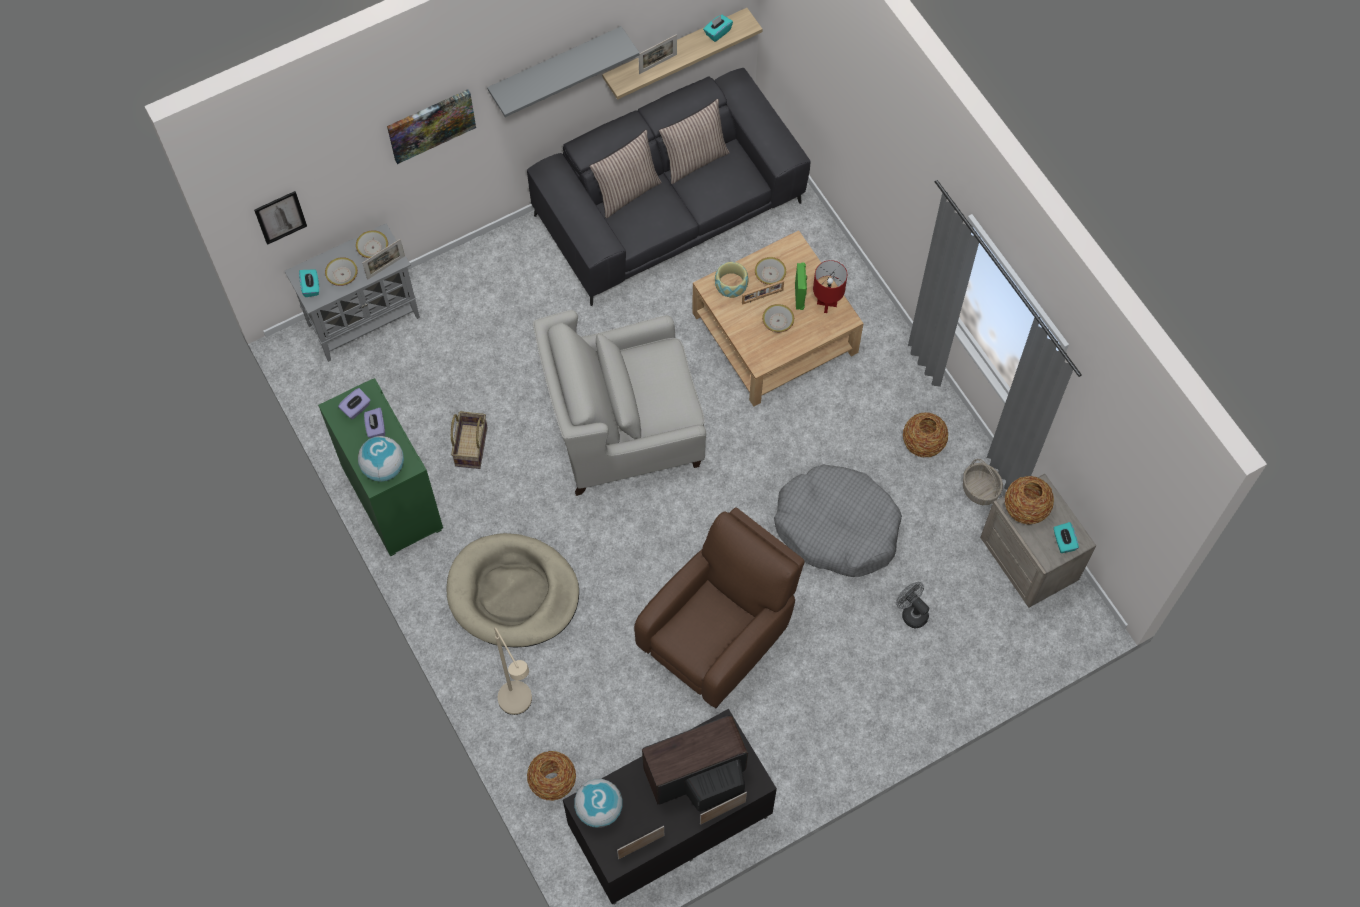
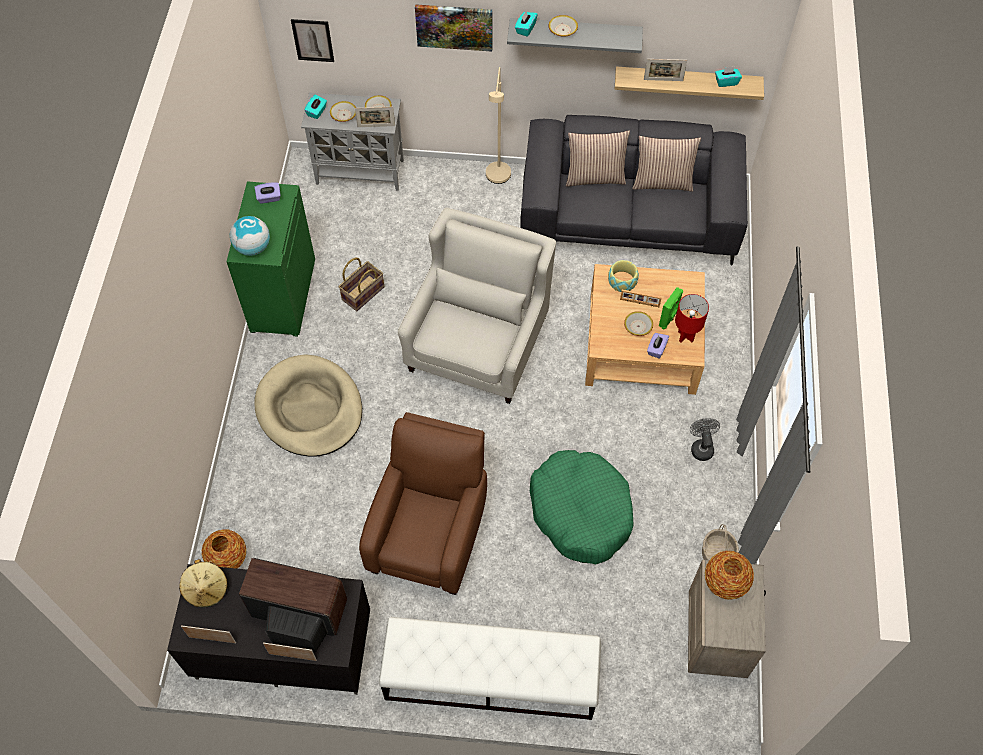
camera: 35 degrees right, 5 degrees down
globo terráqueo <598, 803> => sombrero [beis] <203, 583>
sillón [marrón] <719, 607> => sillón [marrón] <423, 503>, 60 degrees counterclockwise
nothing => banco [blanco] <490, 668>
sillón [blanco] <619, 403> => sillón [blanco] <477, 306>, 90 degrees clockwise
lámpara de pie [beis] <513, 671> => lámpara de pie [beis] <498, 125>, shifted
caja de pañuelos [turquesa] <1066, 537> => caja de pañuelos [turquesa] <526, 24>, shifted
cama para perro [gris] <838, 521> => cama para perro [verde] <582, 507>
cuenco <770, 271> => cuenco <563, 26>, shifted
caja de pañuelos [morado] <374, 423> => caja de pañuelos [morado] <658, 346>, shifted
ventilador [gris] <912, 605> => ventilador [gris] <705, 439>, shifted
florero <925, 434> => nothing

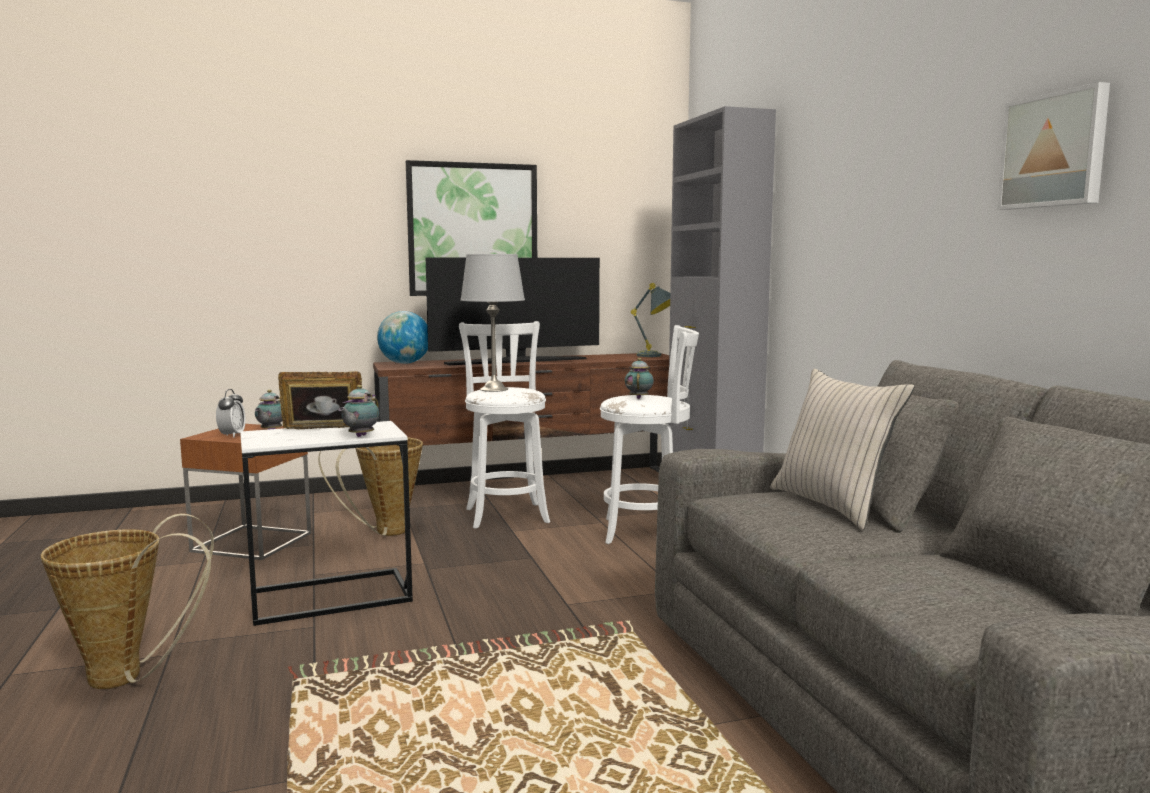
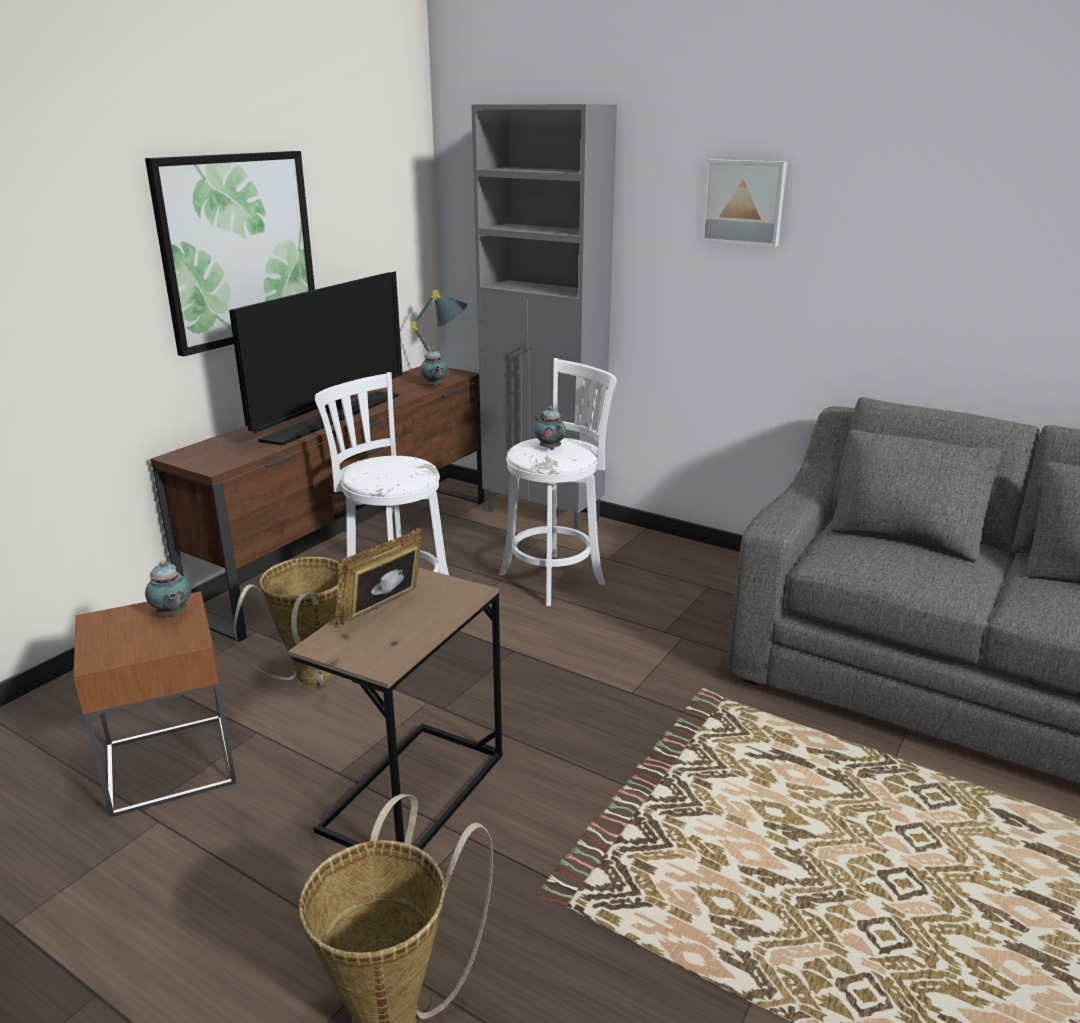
camera: 40 degrees left, 15 degrees up
mesa auxiliar [blanco] <326, 523> => mesa auxiliar [marrón] <395, 708>
tetera <358, 411> => tetera <434, 367>, shifted
cuadro <1053, 146> => cuadro <744, 203>, shifted
despertador <231, 413> => nothing
globo terráqueo <402, 337> => nothing
lámpara de mesa [gris] <492, 323> => nothing
cojín [beis] <842, 449> => nothing

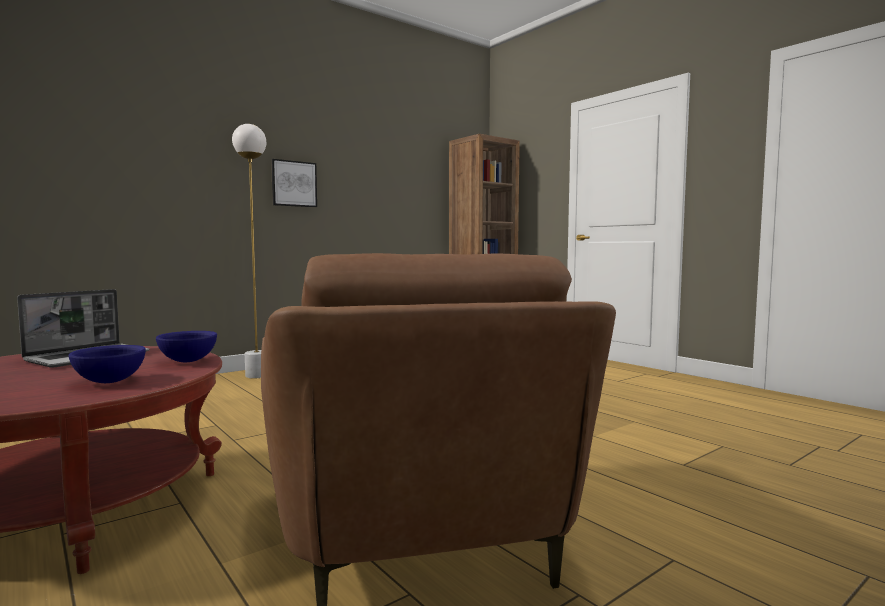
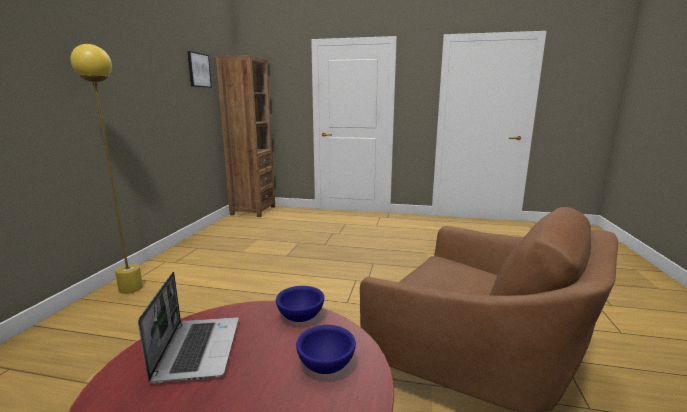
camera: 40 degrees left, 10 degrees up
lámpara de pie [blanco] <249, 251> => lámpara de pie [amarillo] <106, 169>
cuadro <294, 183> => cuadro <199, 69>, shifted

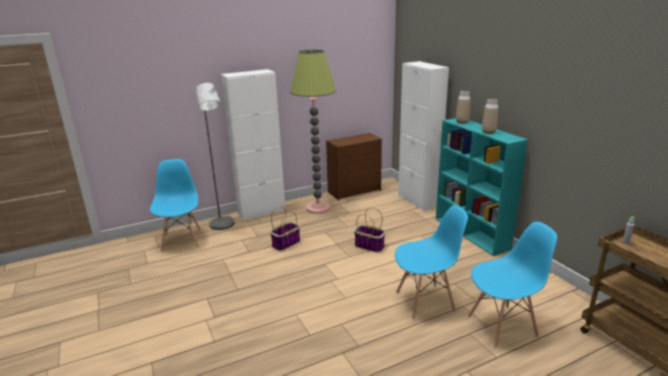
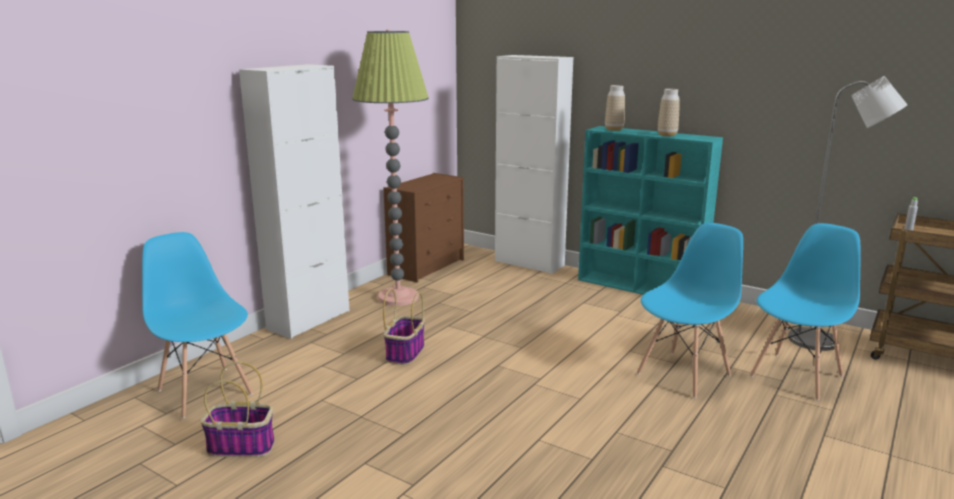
camera: 30 degrees left, 5 degrees down
cesta <369, 230> => cesta <238, 409>, shifted
lámpara de pie [gris] <215, 156> => lámpara de pie [gris] <847, 213>, shifted

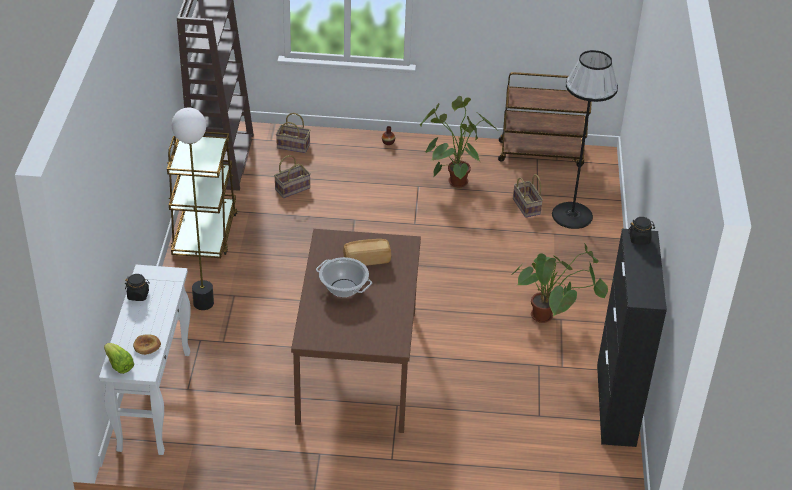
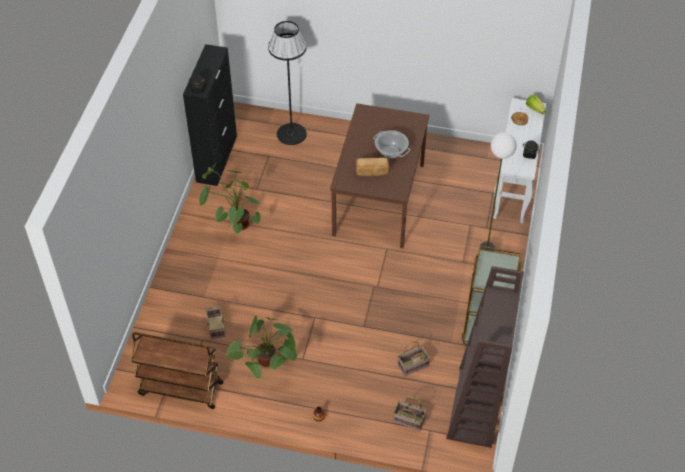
camera: 170 degrees left, 10 degrees up
lámpara de pie [negro] <585, 139> => lámpara de pie [negro] <287, 83>, shifted

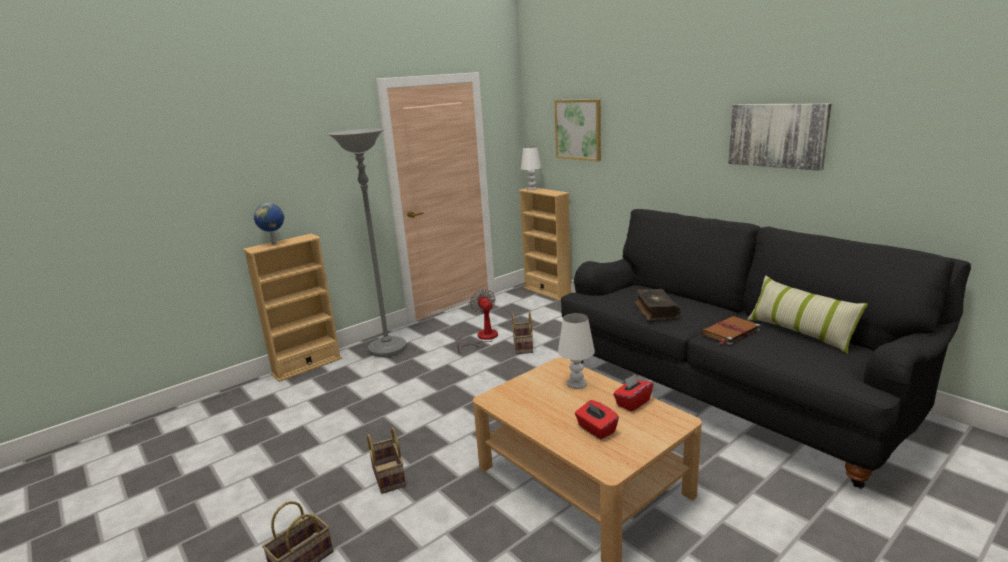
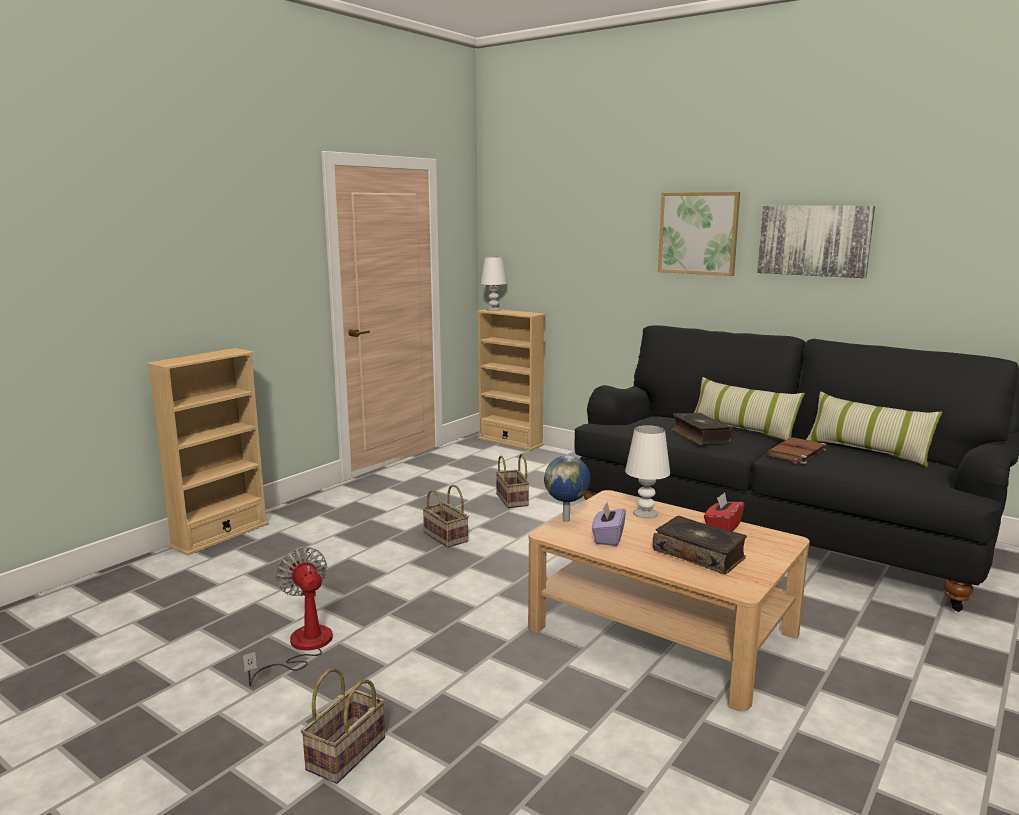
camera: 15 degrees left, 5 degrees down
ventilador <476, 320> => ventilador <288, 616>, shifted
cesta <386, 460> => cesta <446, 516>, shifted
globo terráqueo <269, 223> => globo terráqueo <567, 489>, shifted
nothing => caja de pañuelos [morado] <609, 524>
caja de pañuelos [rojo] <597, 419> => libro <700, 545>
cuadro <577, 130> => cuadro <699, 234>, shifted
nothing => cojín <749, 409>
lámpara de pie [gris] <367, 243> => nothing

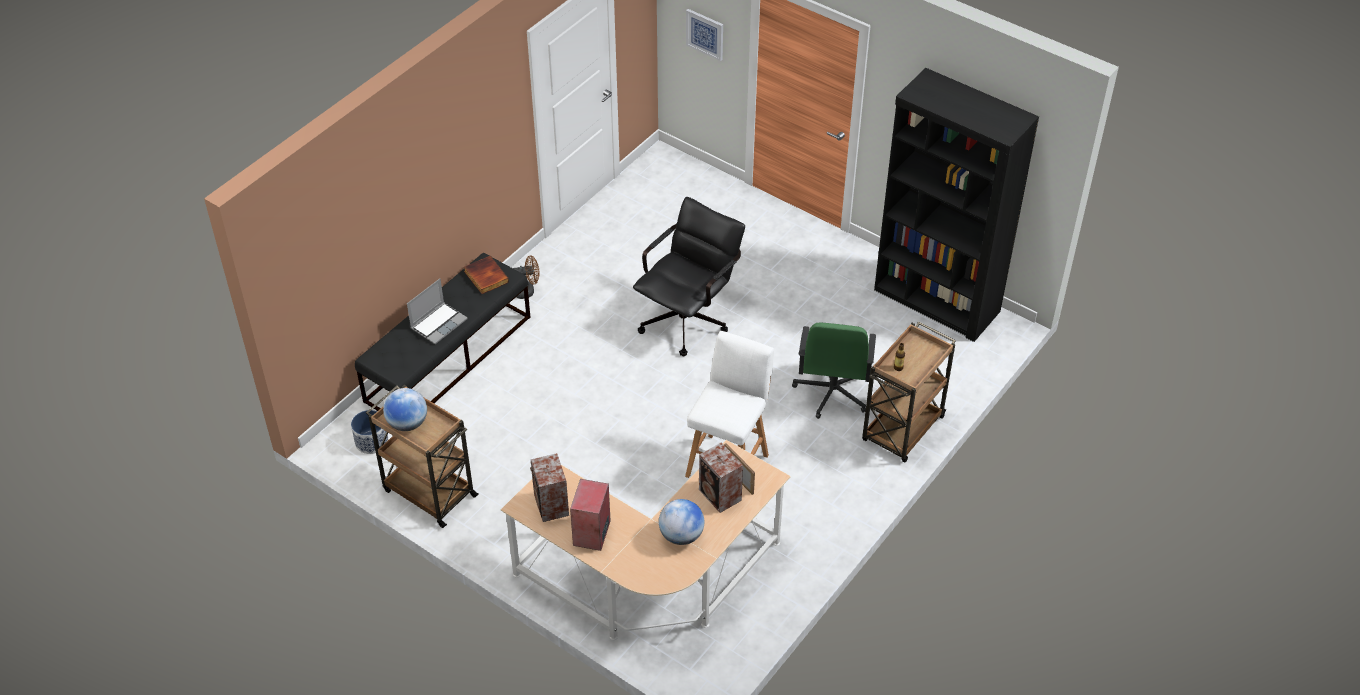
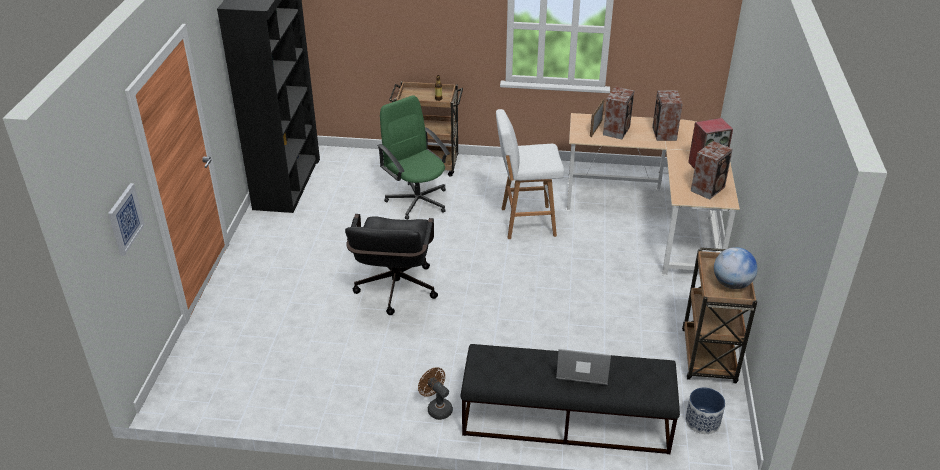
camera: 120 degrees left, 10 degrees down
silla de oficina [negro] <689, 276> => silla de oficina [negro] <391, 264>, 90 degrees counterclockwise
silla de oficina [verde] <834, 371> => silla de oficina [verde] <413, 157>, 105 degrees counterclockwise
globo terráqueo <681, 522> => altavoz <667, 115>
libro <486, 275> => nothing

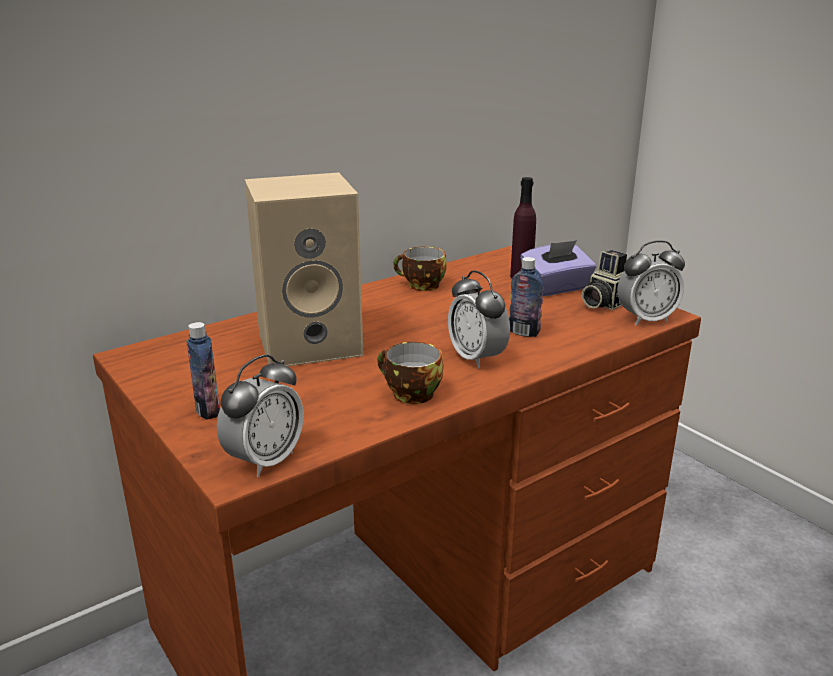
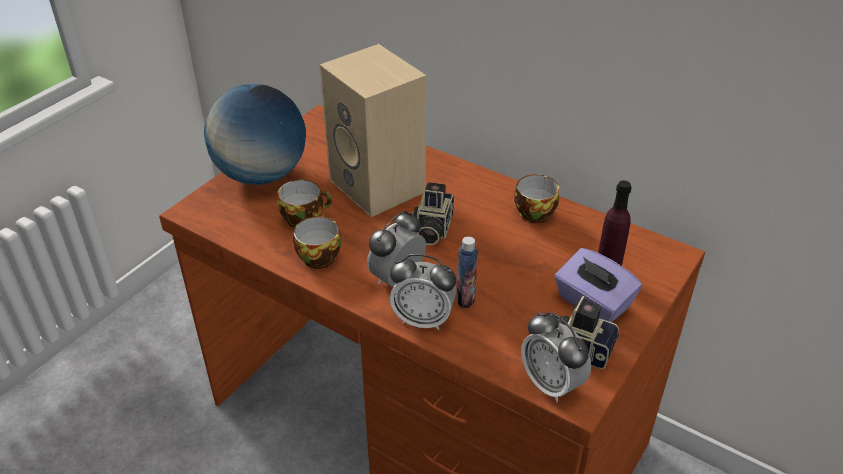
camera: 70 degrees right, 15 degrees up
botella <203, 371> => globo terráqueo <255, 134>
nothing => taza <304, 203>
despertador <260, 415> => despertador <423, 292>, shifted
nothing => cámara <434, 213>

